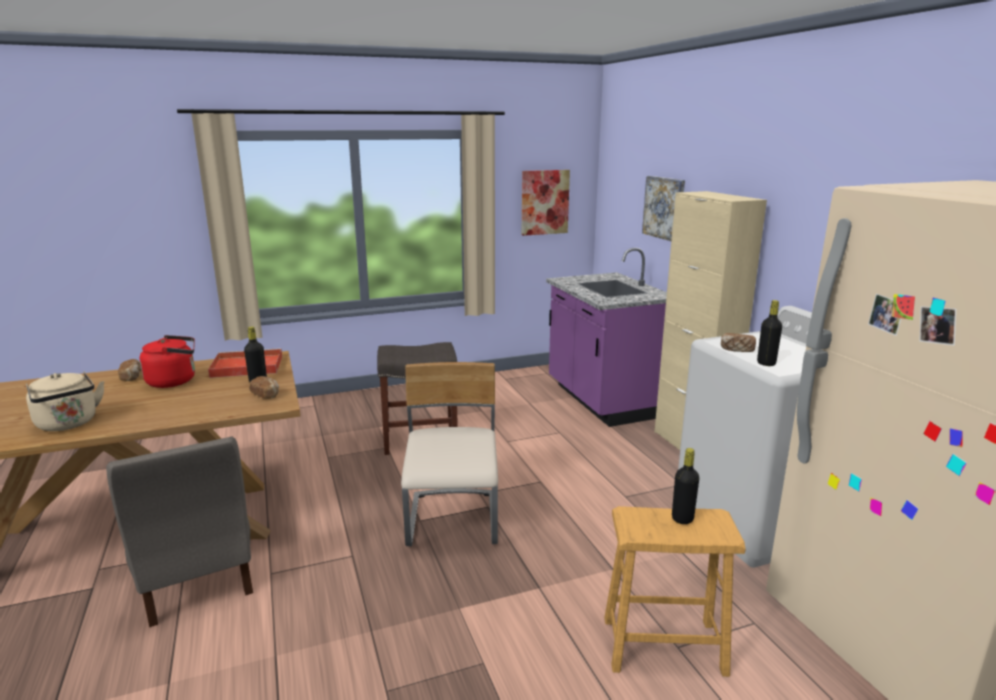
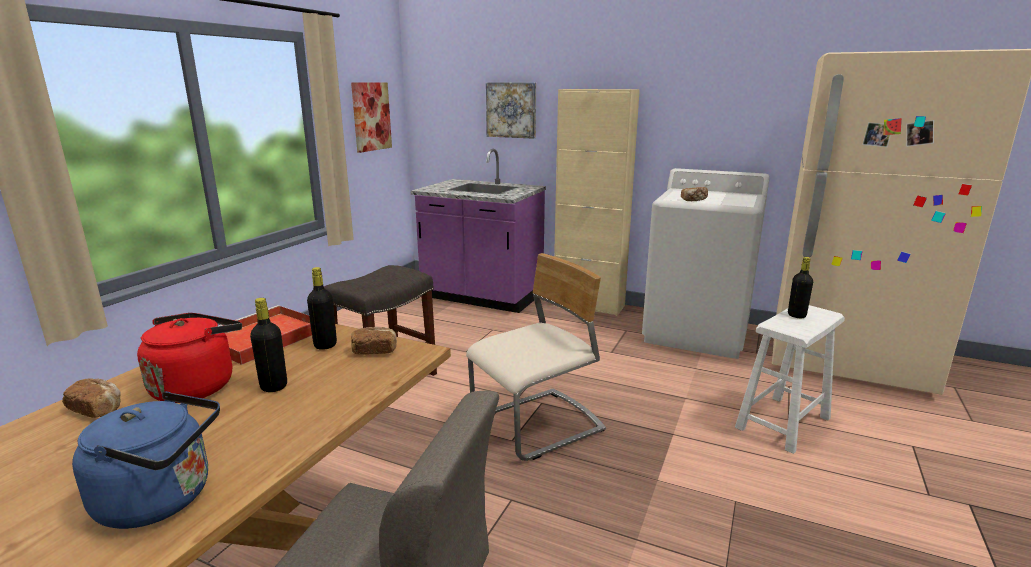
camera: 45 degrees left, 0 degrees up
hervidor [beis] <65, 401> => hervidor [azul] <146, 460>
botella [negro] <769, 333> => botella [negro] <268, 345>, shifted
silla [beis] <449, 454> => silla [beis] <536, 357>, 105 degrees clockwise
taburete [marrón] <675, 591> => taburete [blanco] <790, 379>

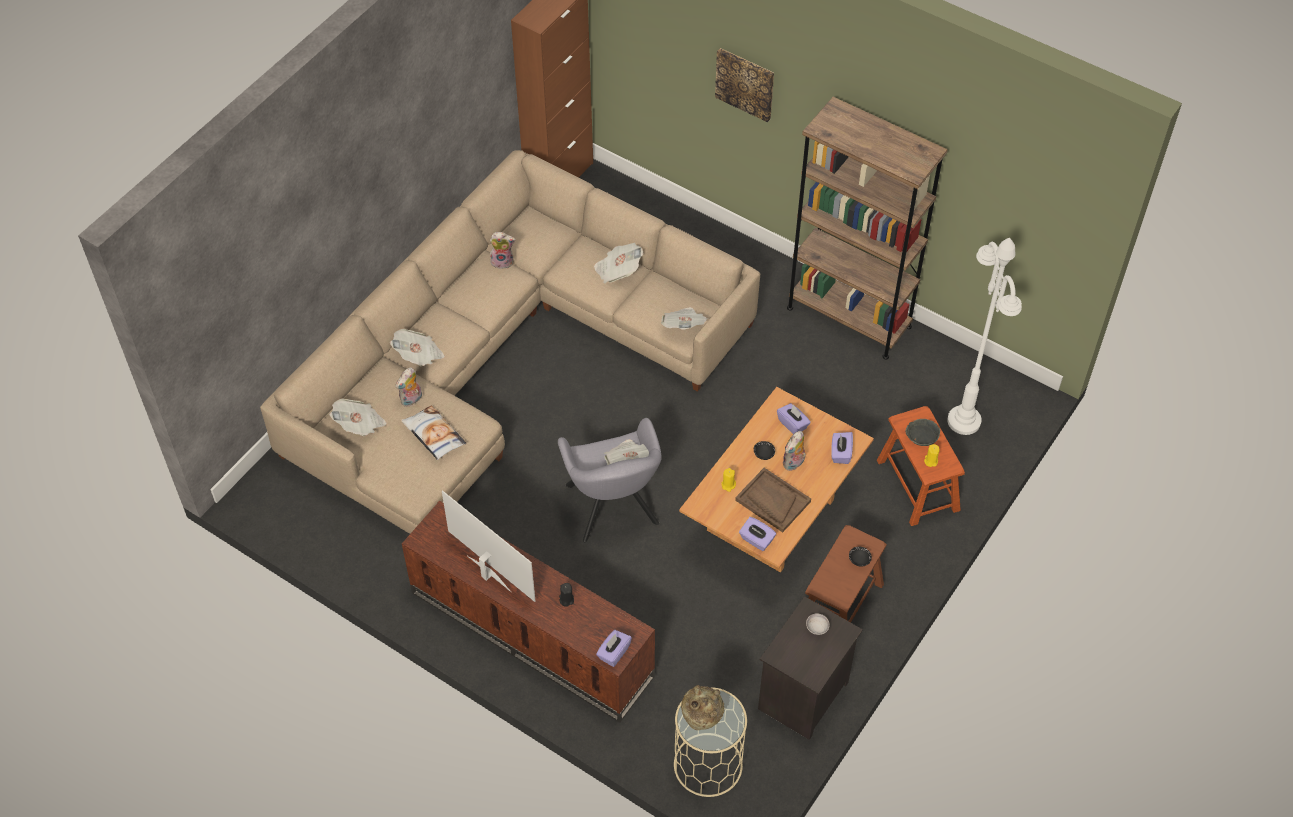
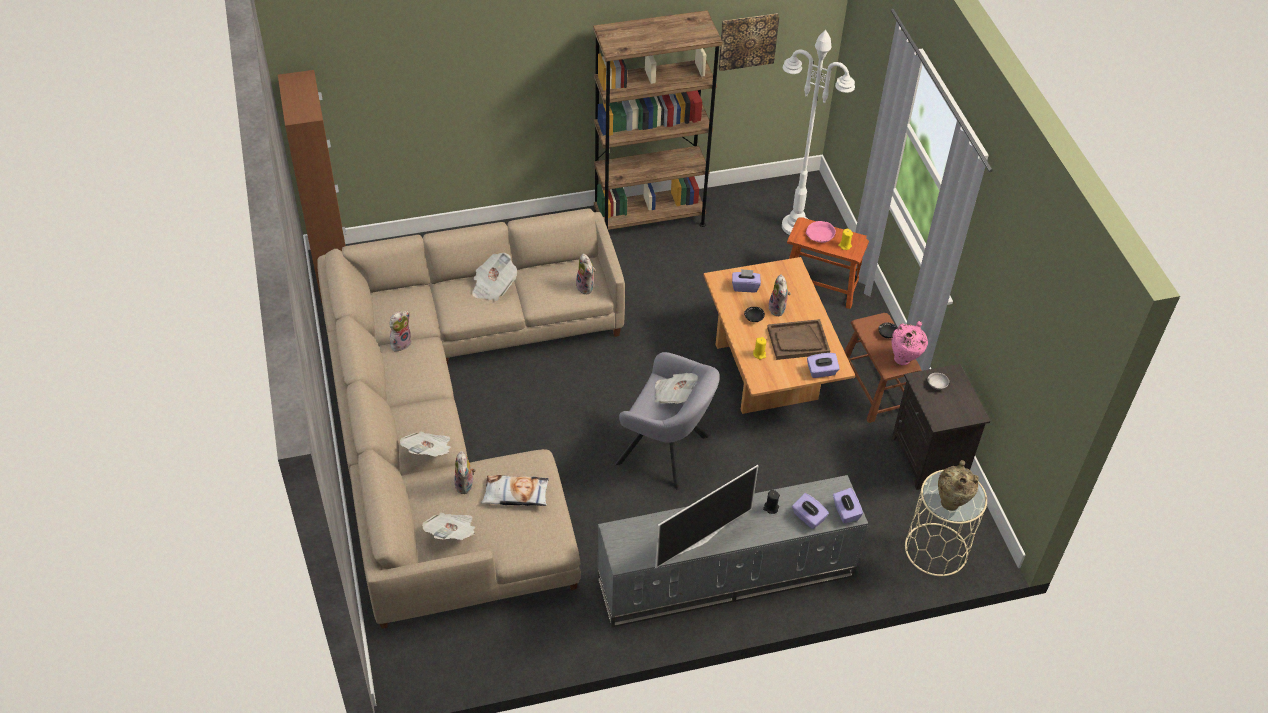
camera: 50 degrees left, 5 degrees down
periódico <684, 318> => peluche <585, 274>
mueble de televisión [marrón] <528, 612> => mueble de televisión [gris] <733, 551>
televisor <489, 546> => televisor <706, 516>, 150 degrees clockwise
cuadro <744, 85> => cuadro <749, 42>, shifted
caja de pañuelos [morado] <842, 448> => caja de pañuelos [morado] <810, 511>, shifted
cuenco [gris] <923, 432> => cuenco [rosa] <821, 232>
nothing => florero [rosa] <910, 343>

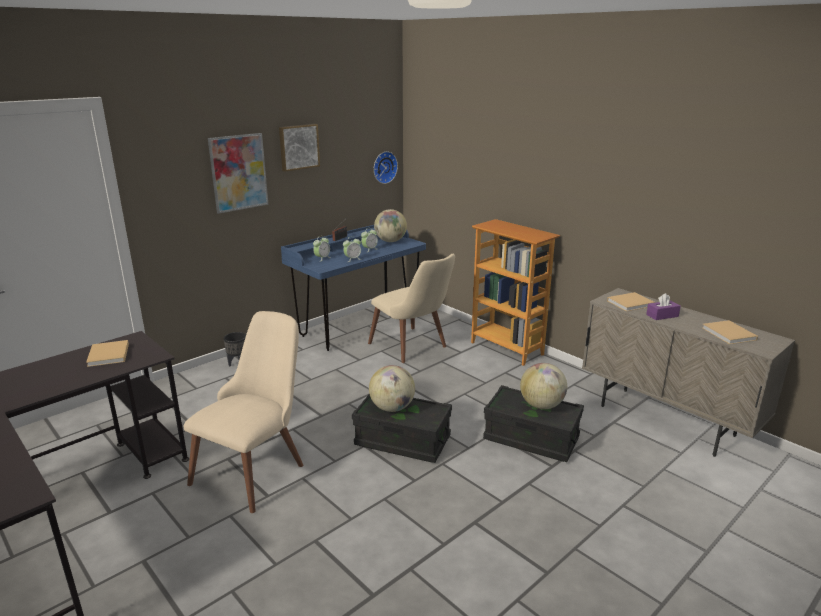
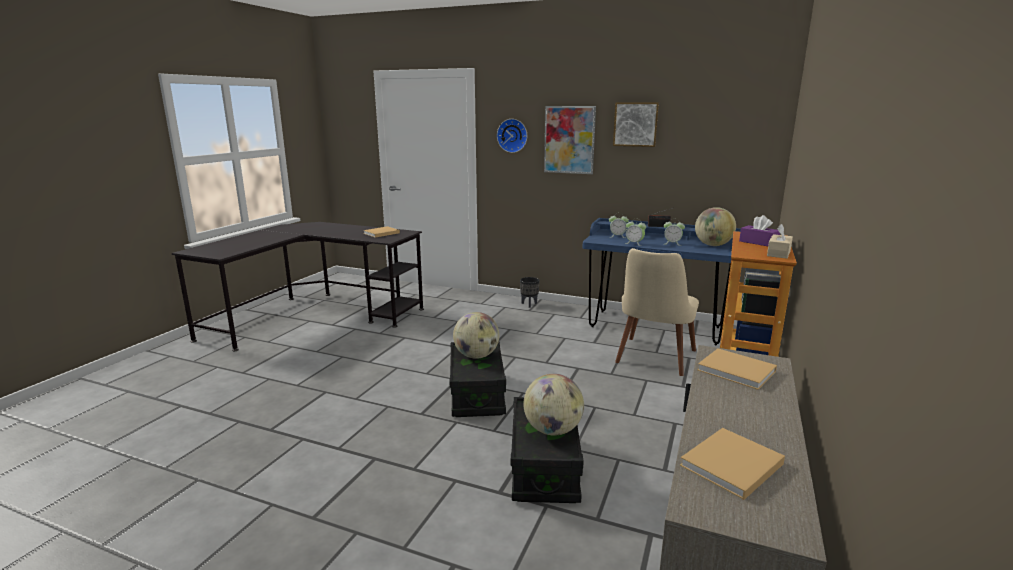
camera: 65 degrees right, 5 degrees down
reloj de pared <386, 168> => reloj de pared <512, 136>, shifted
caja de pañuelos [morado] <663, 306> => caja de pañuelos [morado] <759, 230>, shifted
nothing => caja de pañuelos [beis] <780, 241>
silla [beis] <243, 412> => nothing

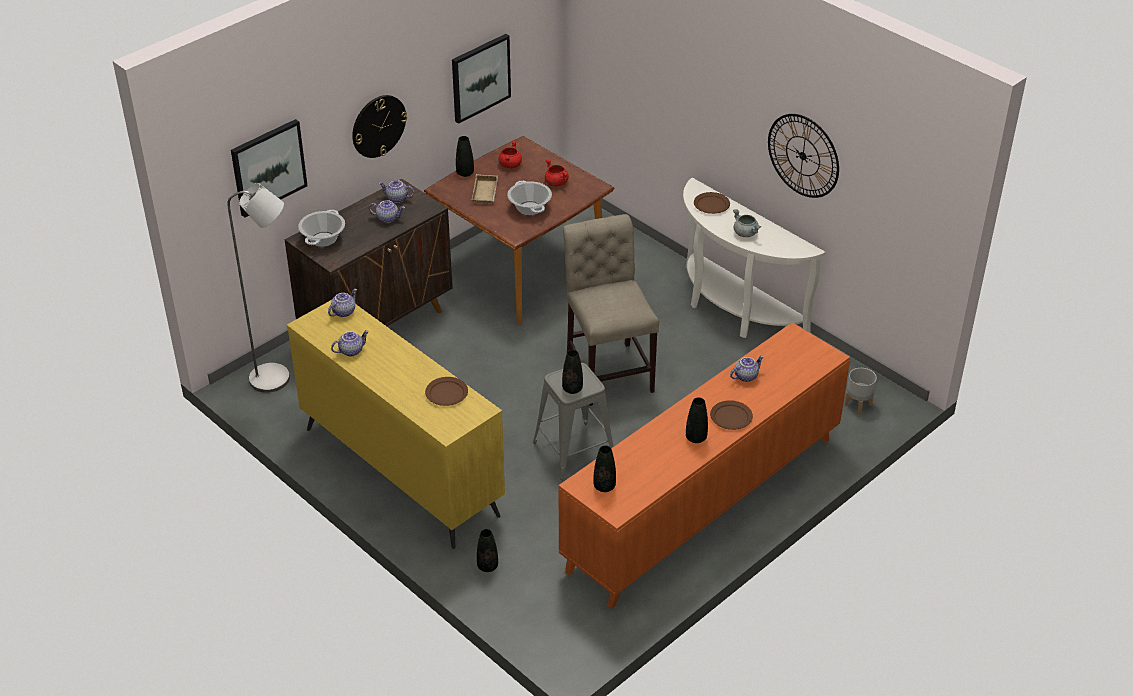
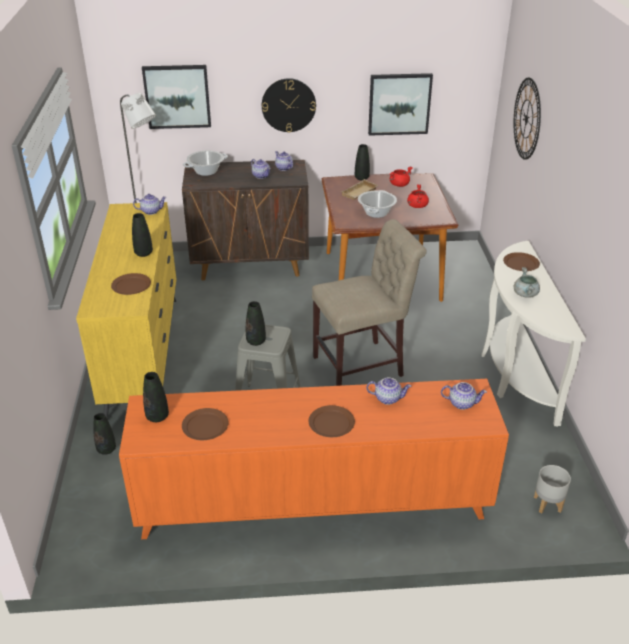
camera: 40 degrees right, 5 degrees down
florero [negro] <697, 420> => florero [negro] <142, 235>, shifted
nothing => plato [marrón] <205, 424>
silla [beis] <611, 310> => silla [beis] <369, 302>, 45 degrees clockwise
tetera <350, 343> => tetera <464, 396>, shifted
reloj de pared <803, 156> => reloj de pared <527, 118>, shifted

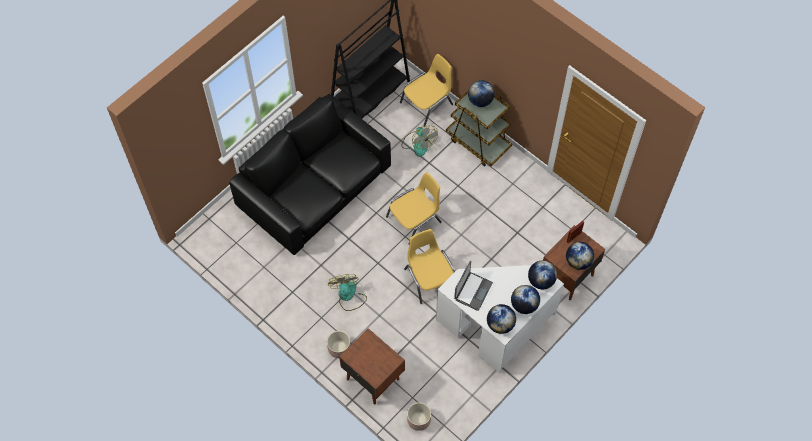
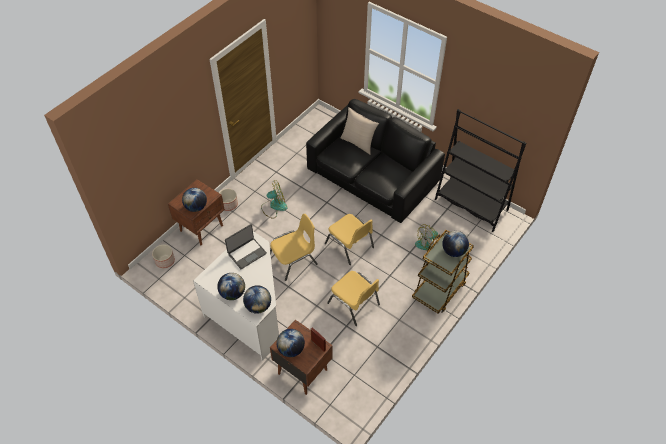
camera: 85 degrees right, 10 degrees down
globo terráqueo <501, 319> => globo terráqueo <194, 200>, shifted
portátil <473, 286> => portátil <246, 246>, 60 degrees counterclockwise
silla [amarillo] <426, 90> => silla [amarillo] <353, 298>, shifted
nothing => cojín [beis] <360, 131>

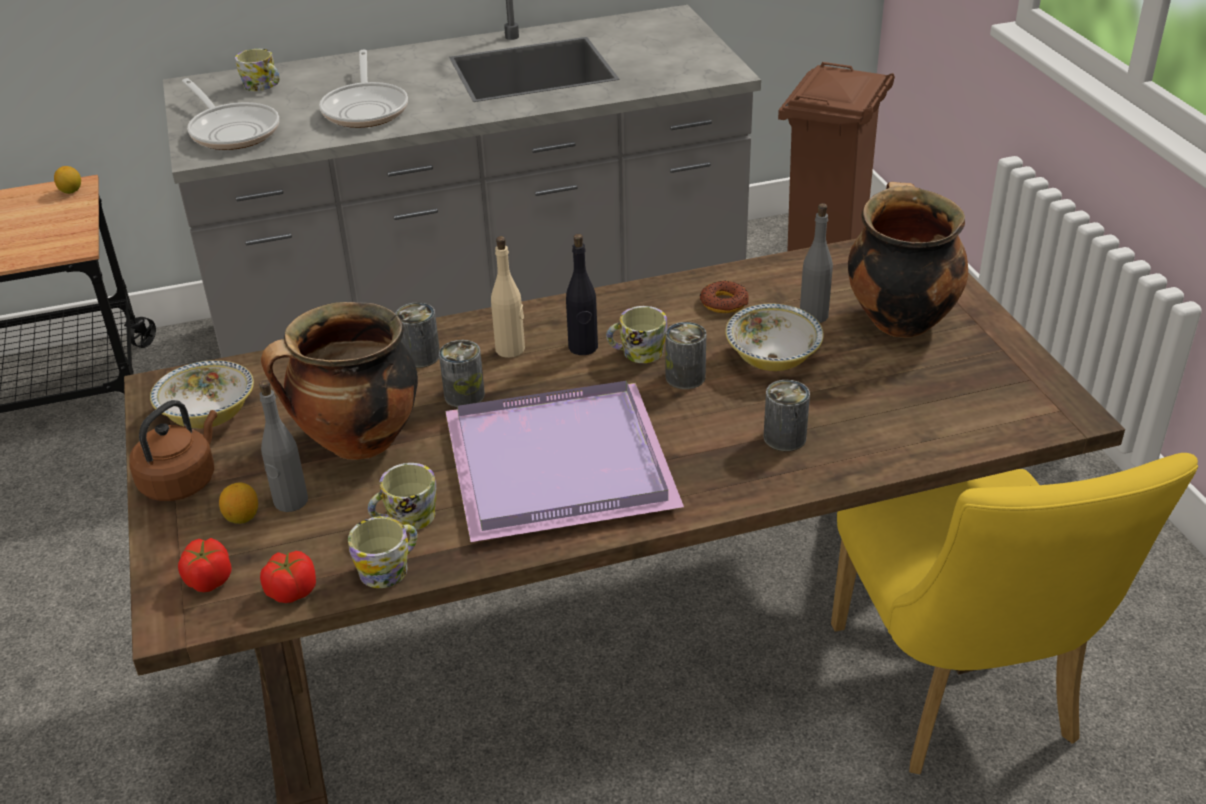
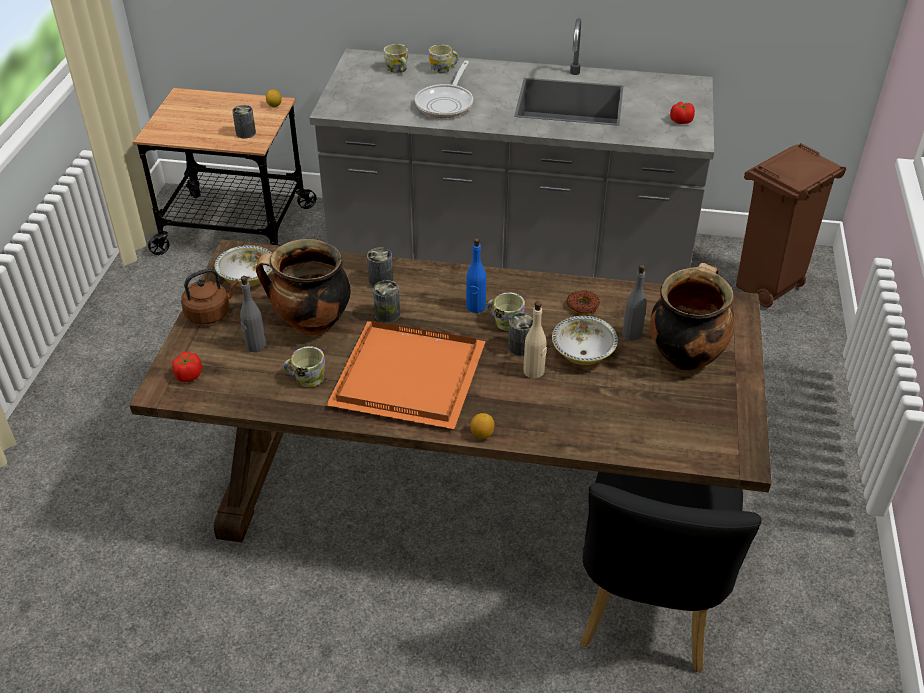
camera: 25 degrees right, 5 degrees up
lata <786, 415> => lata <244, 121>, shifted
bandeja [morado] <564, 461> => bandeja [naranja] <406, 375>
taza grande <383, 552> => taza grande <443, 59>, shifted
botella [negro] <582, 294> => botella [azul] <476, 275>
limón <238, 503> => limón <482, 426>, shifted
botella [beis] <508, 297> => botella [beis] <535, 340>, shifted
silla [amarillo] <1014, 613> => silla [negro] <671, 572>
tomate <288, 577> => tomate <682, 113>, shifted
sartén <230, 114> => nothing

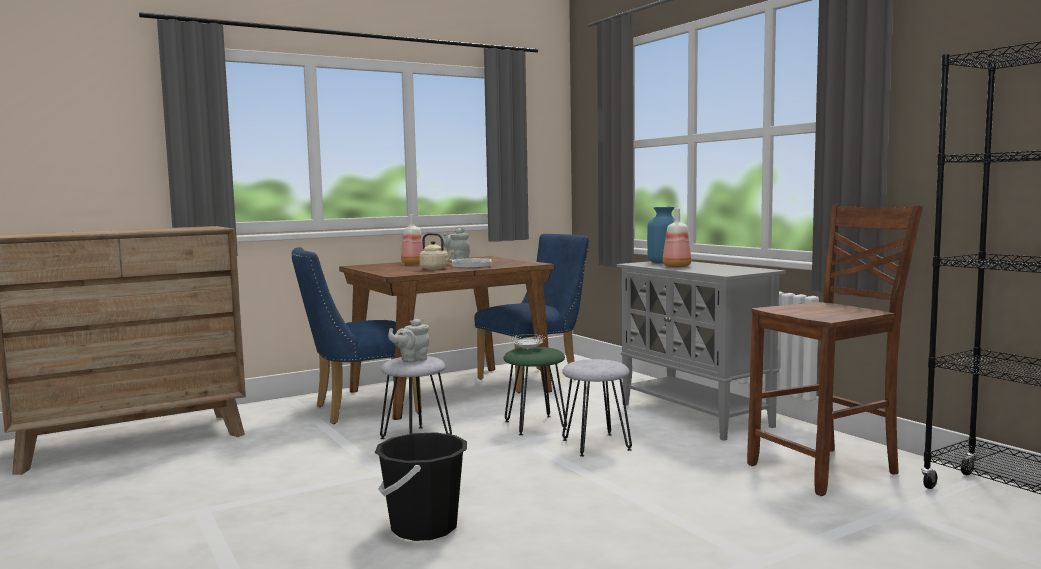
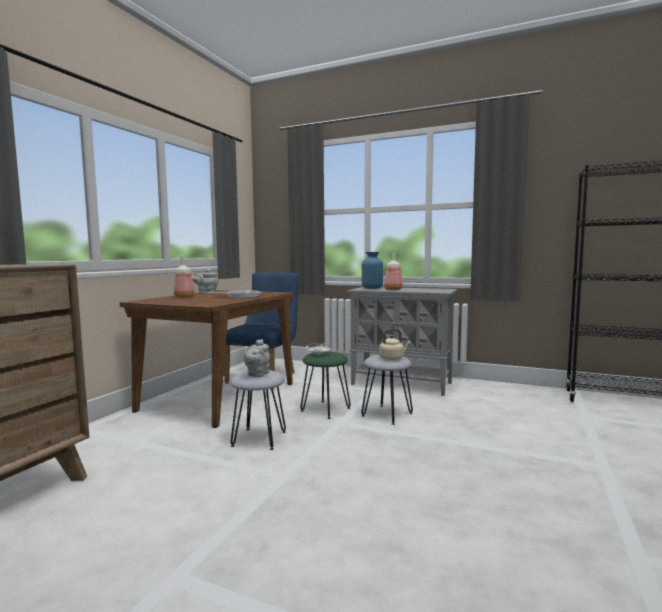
camera: 35 degrees left, 0 degrees up
hervidor [beis] <436, 251> => hervidor [beis] <395, 344>, shifted
silla [azul] <356, 335> => nothing
cubo [negro] <421, 486> => nothing
silla [marrón] <835, 350> => nothing

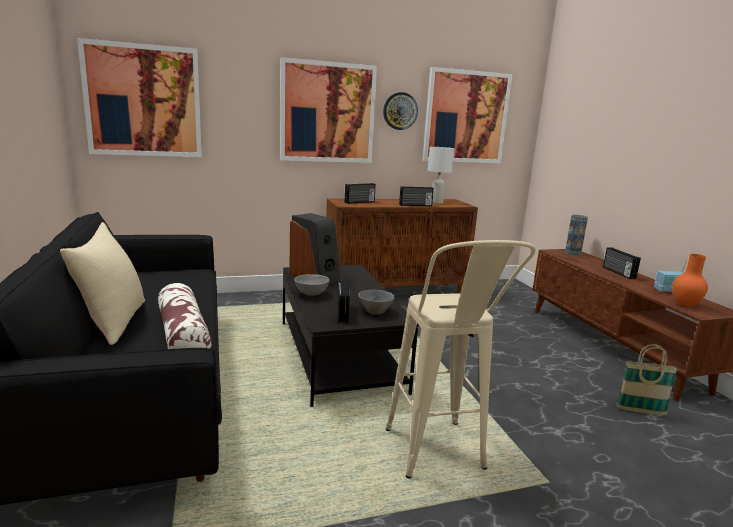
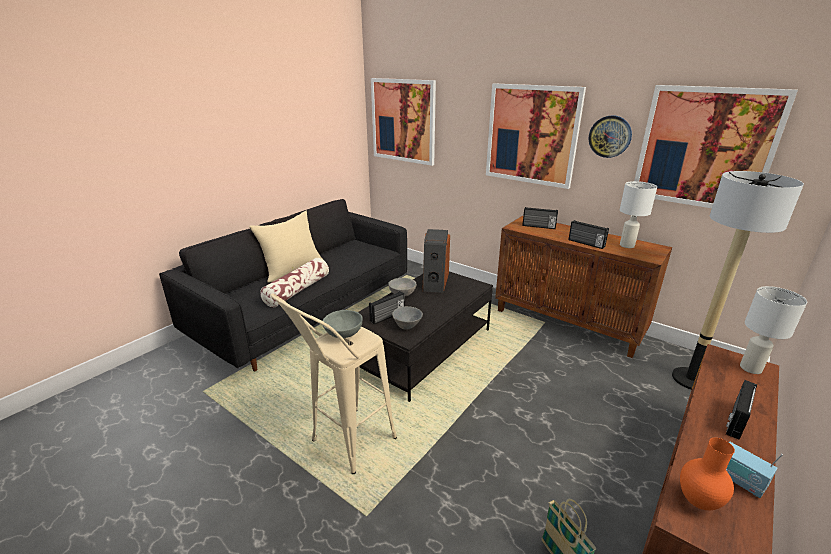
camera: 55 degrees right, 10 degrees up
nothing => cuenco [gris] <343, 324>
nothing => lámpara de pie <738, 280>
florero <576, 235> => lámpara de mesa [blanco] <773, 330>

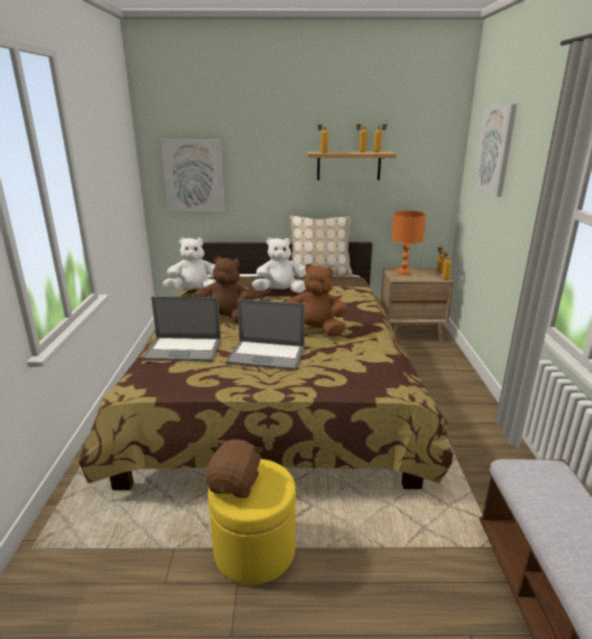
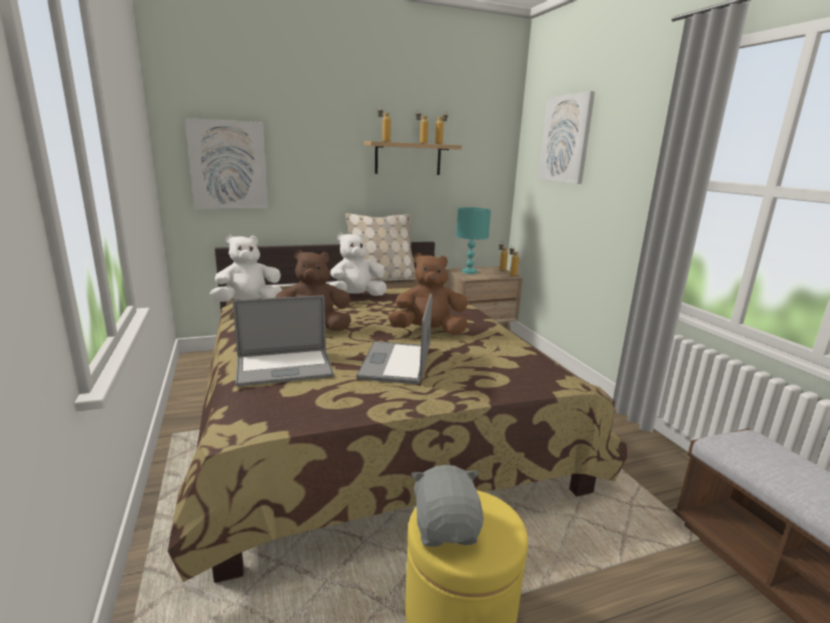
camera: 20 degrees left, 5 degrees down
portátil <265, 334> => portátil <394, 339>, 105 degrees clockwise
peluche [marrón] <234, 468> => peluche [gris] <447, 505>
lámpara de mesa [naranja] <409, 243> => lámpara de mesa [turquesa] <473, 240>

